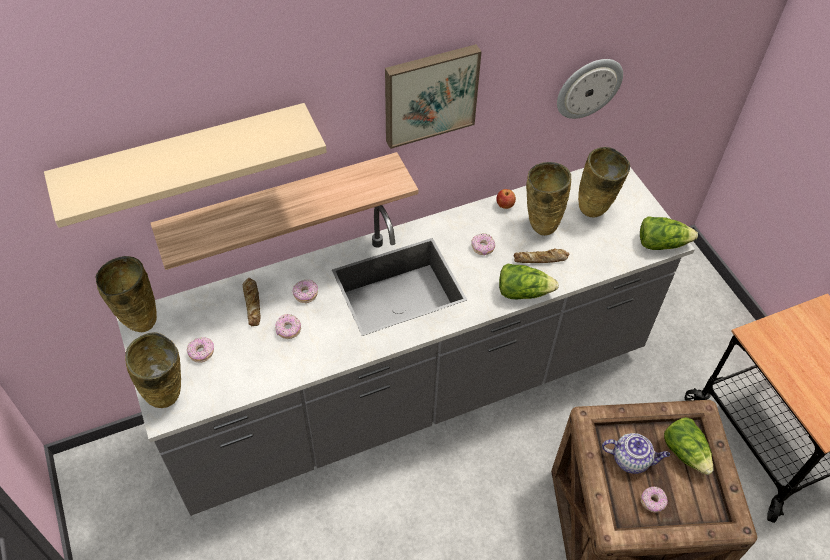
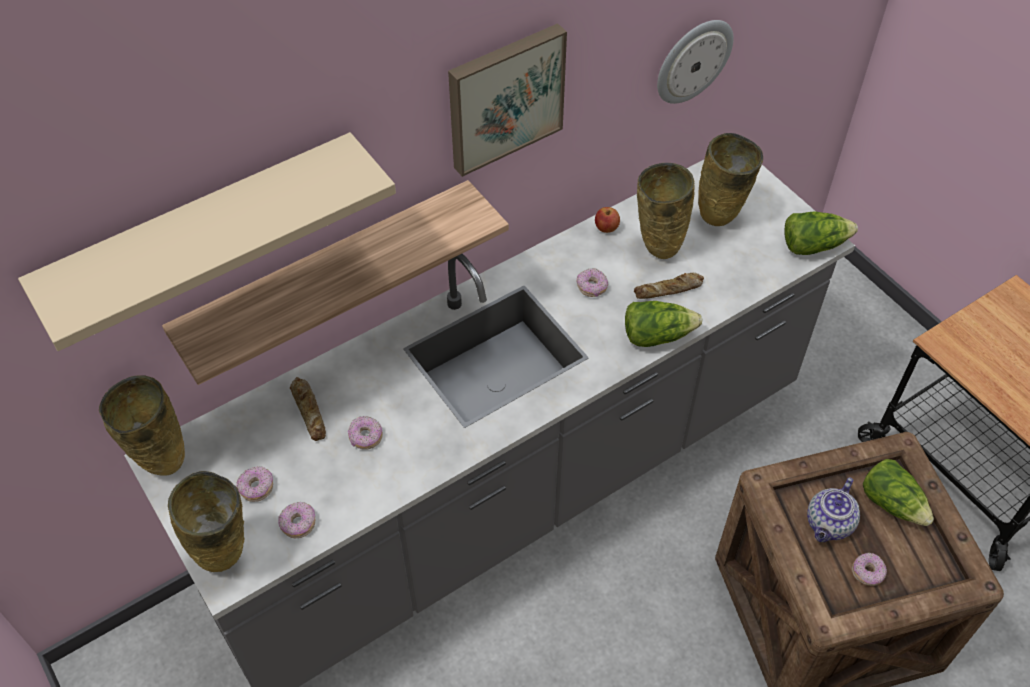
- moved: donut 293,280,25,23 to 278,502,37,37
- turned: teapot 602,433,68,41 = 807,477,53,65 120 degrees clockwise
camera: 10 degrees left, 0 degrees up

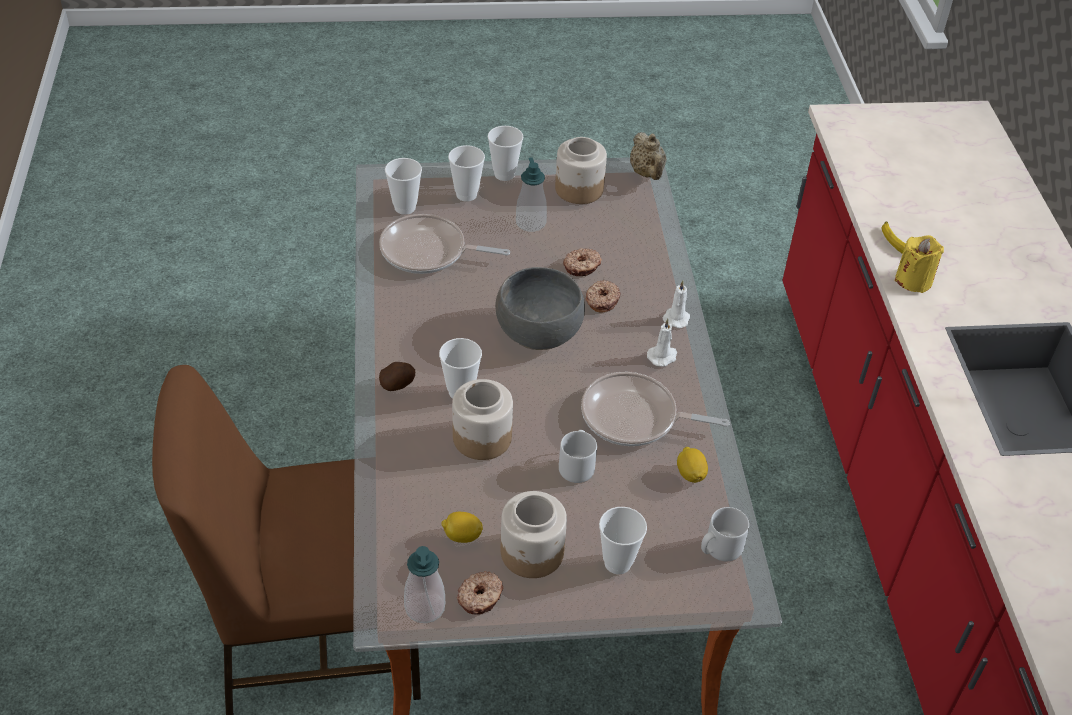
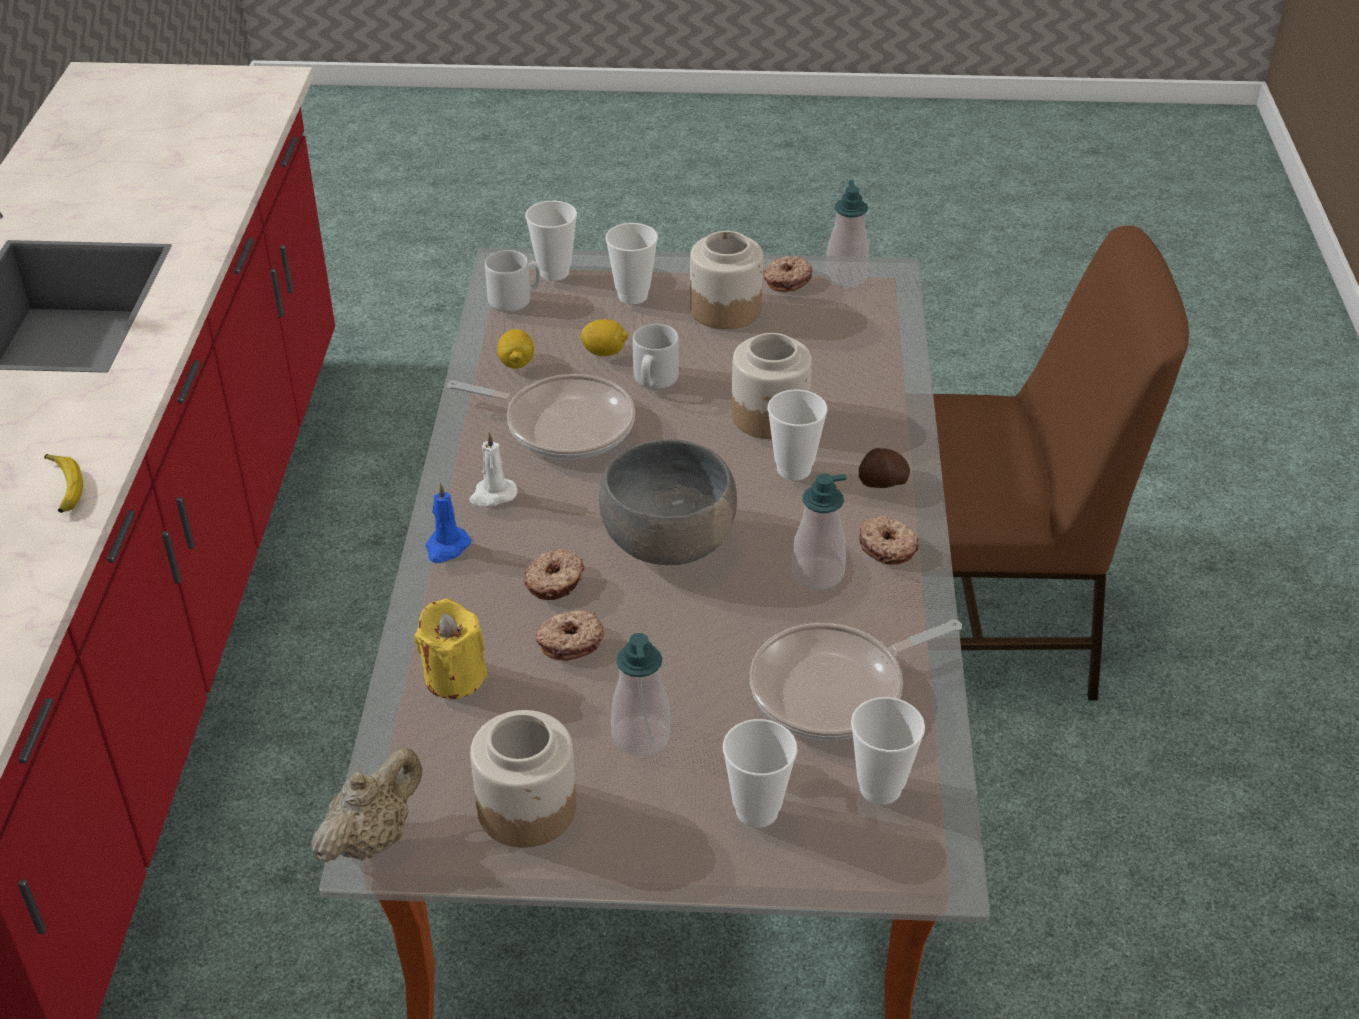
- turned: beige-coloured teapot 630,132,37,48 = 311,748,111,114 45 degrees clockwise
- moved: yellowish wax candle 895,235,49,58 to 414,598,74,101
- recoloured: white wax candle 663,280,27,48 to bluish wax candle 425,483,46,80
- moved: drinking cup 488,126,35,55 to 525,201,52,80
- moved: citrus fruit 441,512,42,31 to 581,319,48,37
- turned: skillet 379,214,131,60 = 750,619,212,121 135 degrees clockwise
- added: liquid soap bottle 792,474,55,116
- added: donut 859,516,60,49
camera: 170 degrees left, 5 degrees down

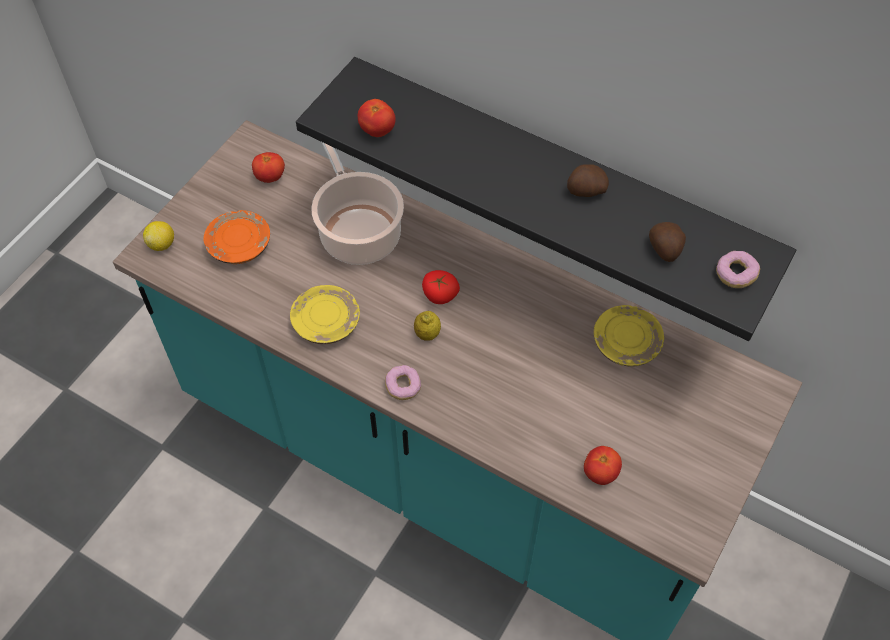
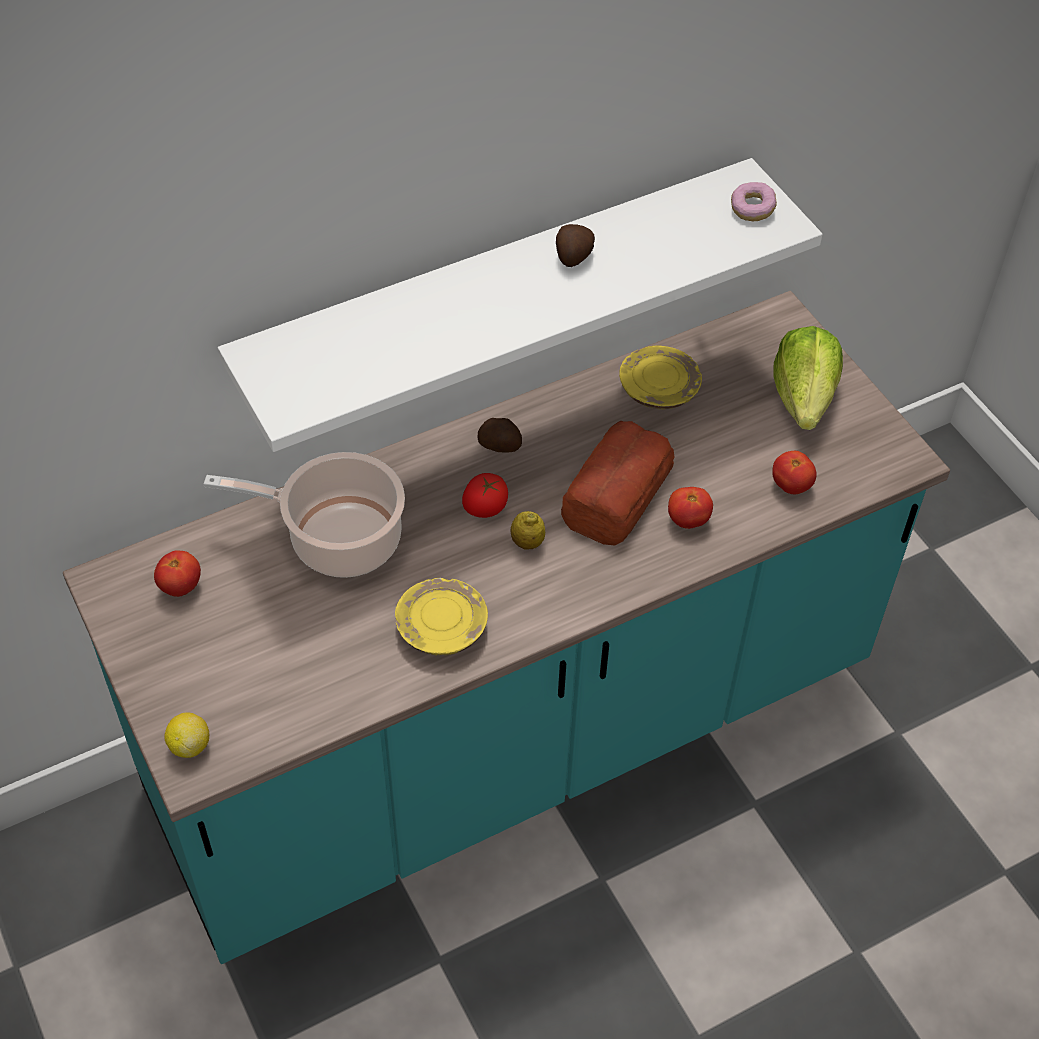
- recoloured: black shelf 296,57,500,284 to white shelf 218,158,605,294
- moved: potato 649,222,37,40 to 477,418,45,35
- added: bakery bread 561,421,114,125
- moved: tomato 358,99,38,38 to 668,487,45,42
- added: lettuce head 773,326,70,104
- removed: orange-coloured dinner plate 203,210,67,54
- removed: donut 385,365,36,35
camera: 60 degrees left, 5 degrees down

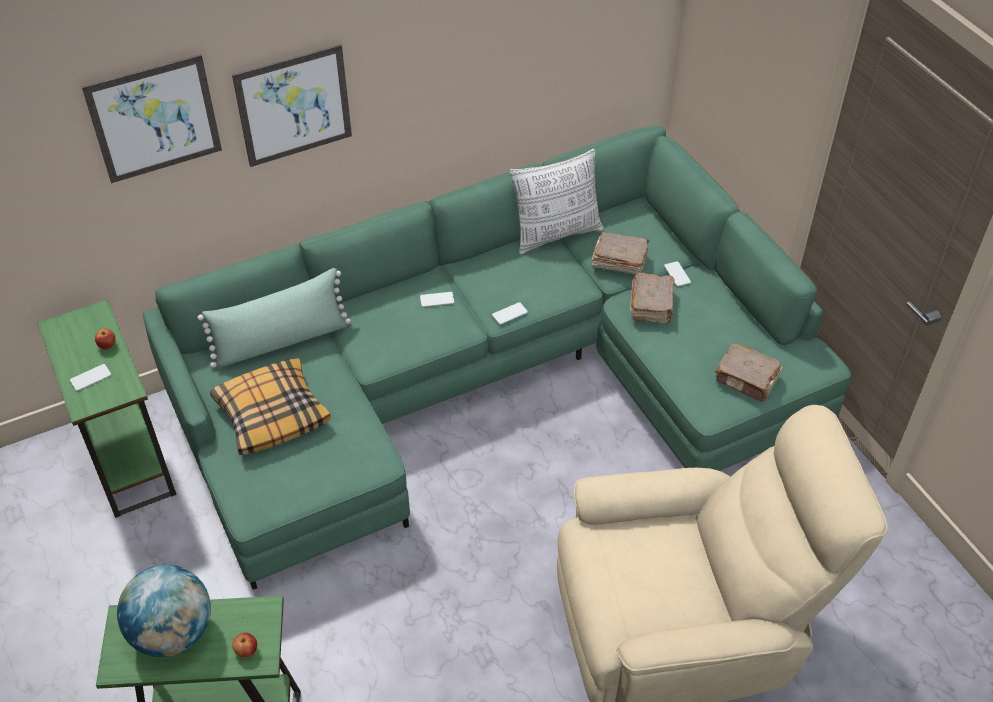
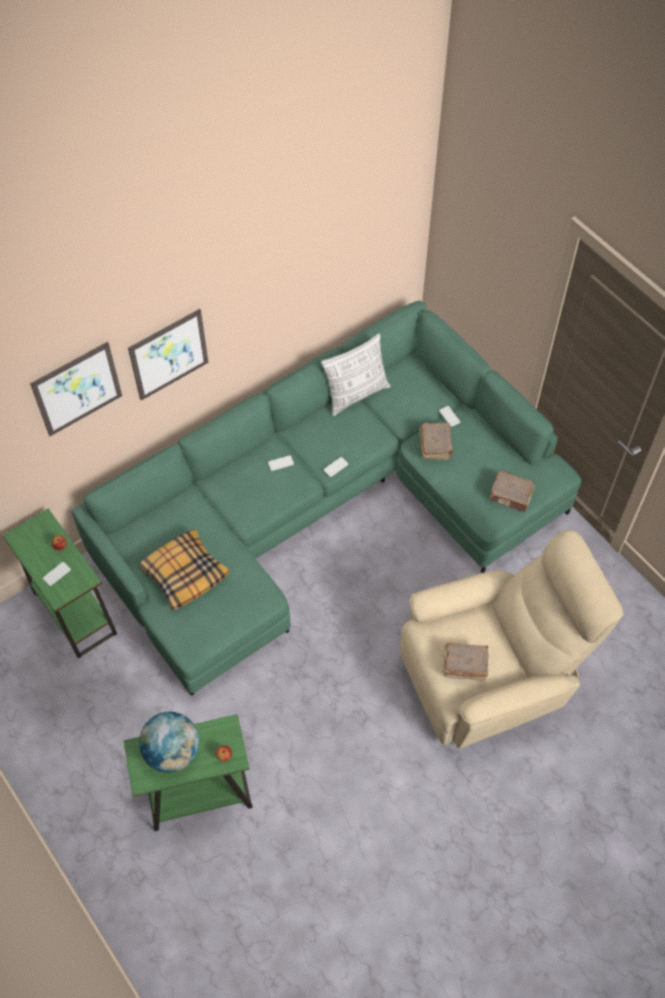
- moved: brown-coloured volume 592,232,57,43 to 443,643,46,38
- removed: green cushion 197,268,154,100
camera: 10 degrees left, 10 degrees up

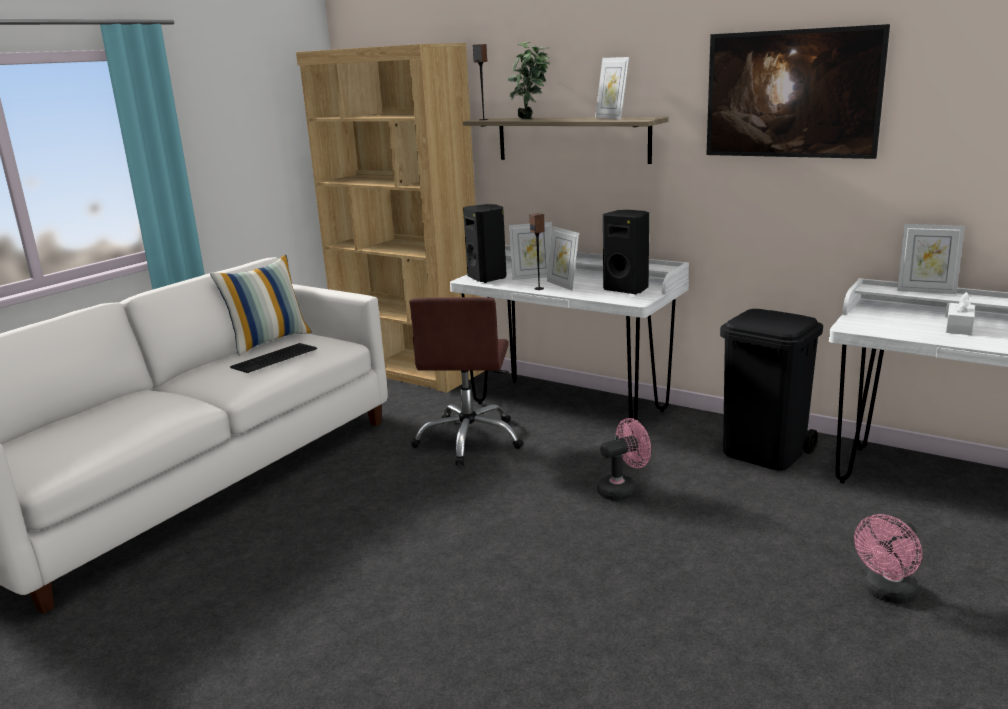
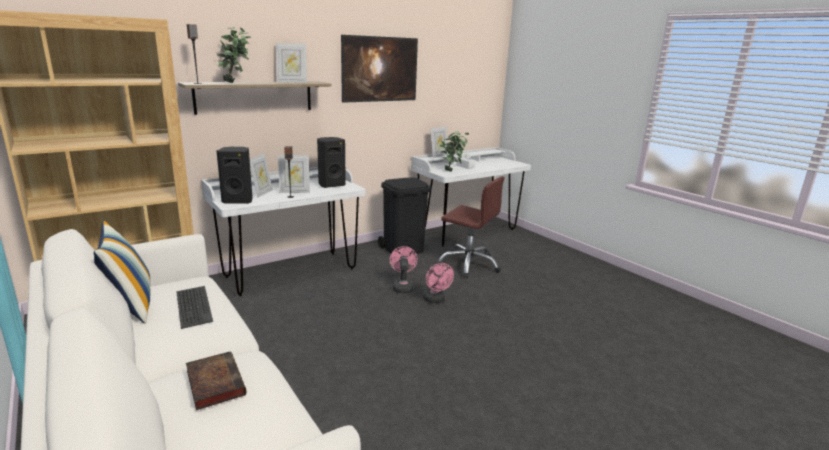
- added: volume 186,351,60,59
- moved: pink electric fan 854,514,68,90 to 423,263,31,40
- moved: brown-coloured office chair 409,297,114,168 to 436,176,69,102
- added: houseplant 440,131,29,41
camera: 70 degrees left, 0 degrees up

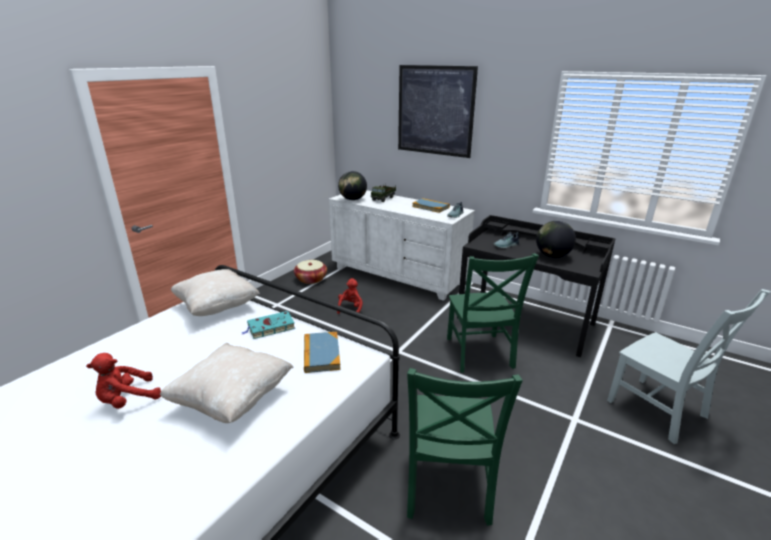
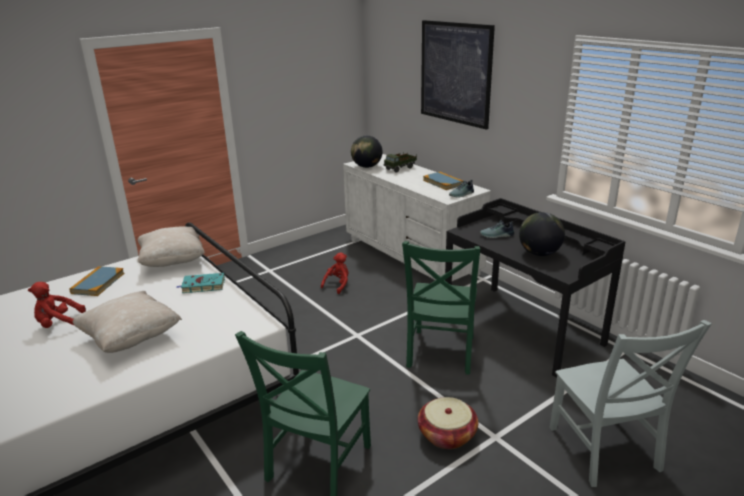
- moved: volume 304,332,37,41 to 69,266,56,30
- moved: basket 294,260,33,24 to 418,397,60,52
camera: 20 degrees right, 0 degrees up

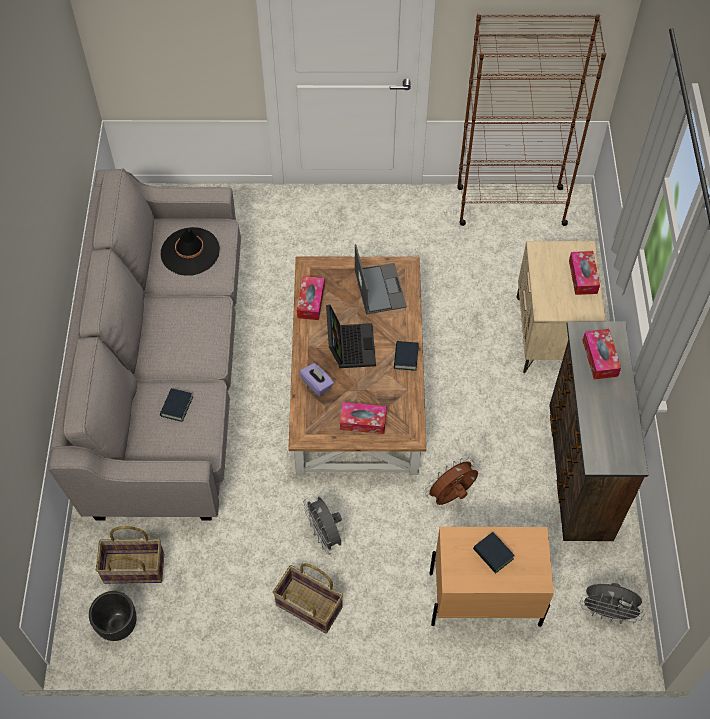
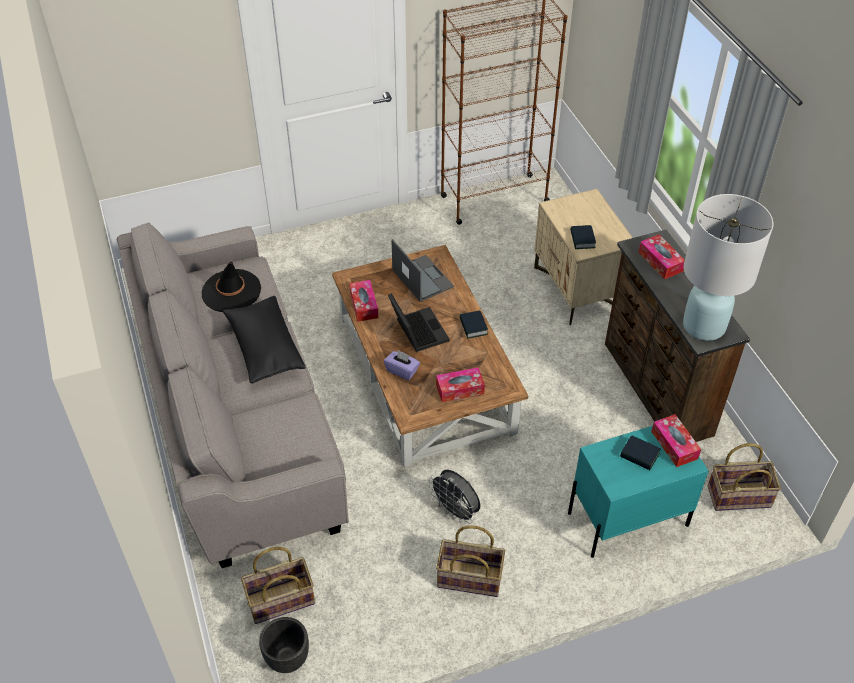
- added: black cushion 223,296,83,87
- recoloured: beige-coloured nightstand 429,527,125,100 to blue-green nightstand 568,426,141,132
- moved: volume 160,388,33,34 to 570,225,26,24
- moved: tissue holder 569,251,31,44 to 651,414,50,53
- added: white lamp for a table 683,194,90,147
- replaced: gray electric fan 580,583,64,41 to basket 708,443,73,68
- removed: brown-coloured electric fan 425,458,53,47
camera: 20 degrees left, 10 degrees down

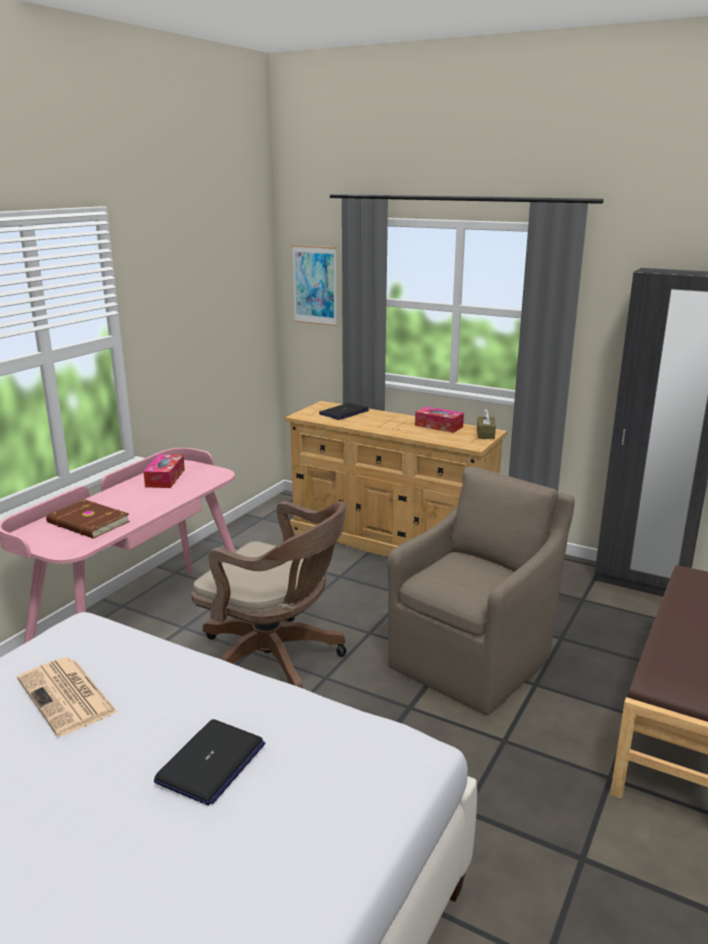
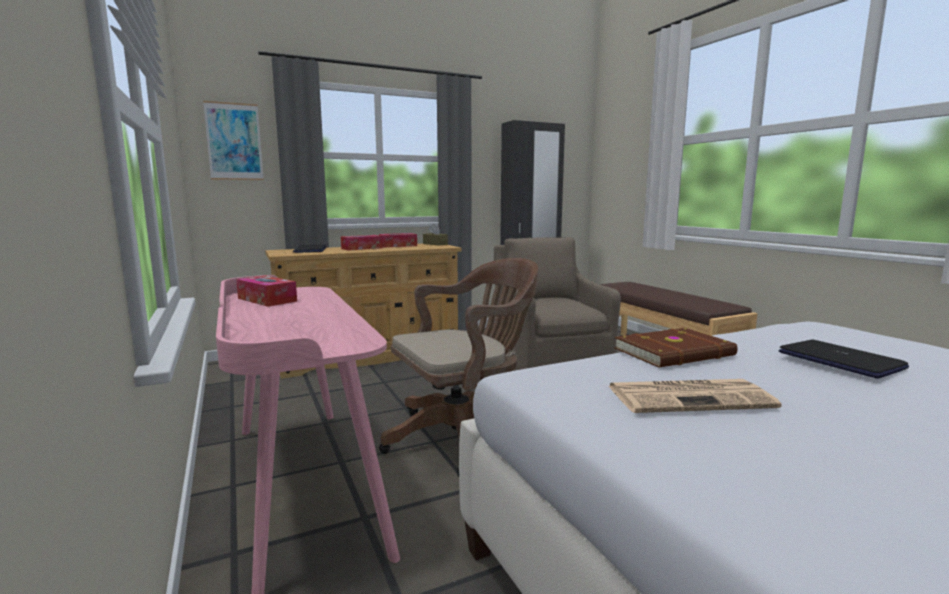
- added: tissue holder 341,235,42,16
- moved: brown-coloured volume 46,499,84,40 to 614,328,124,40
camera: 55 degrees left, 10 degrees down

